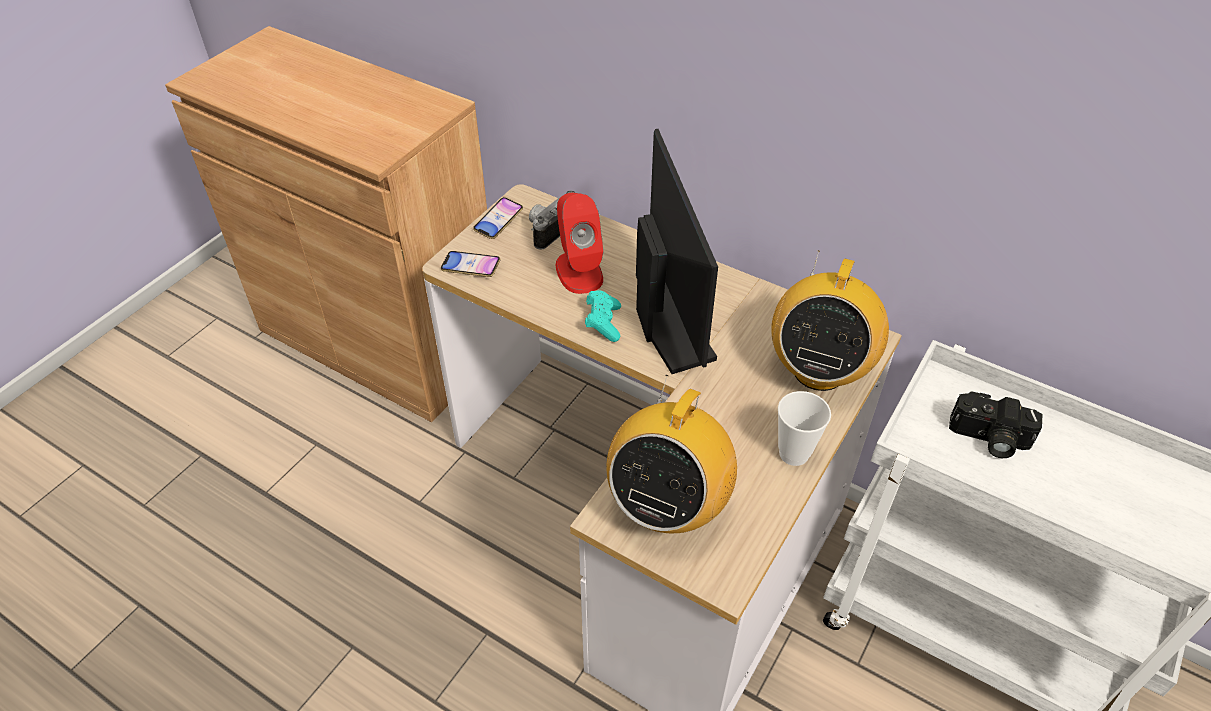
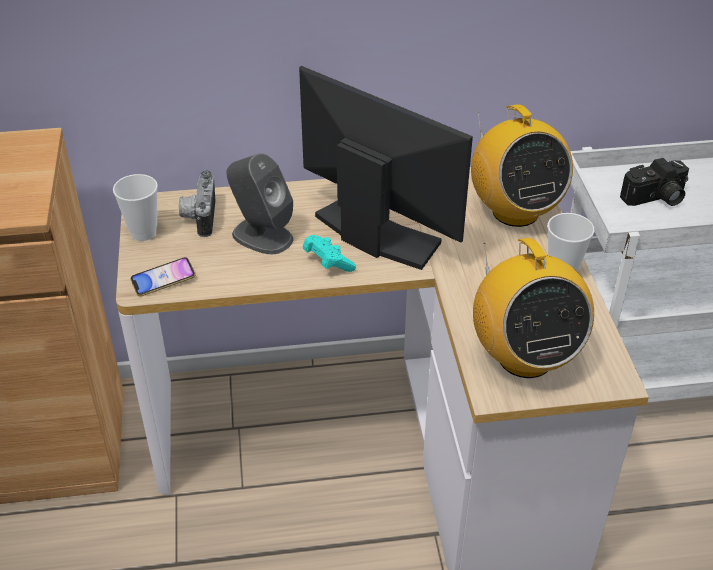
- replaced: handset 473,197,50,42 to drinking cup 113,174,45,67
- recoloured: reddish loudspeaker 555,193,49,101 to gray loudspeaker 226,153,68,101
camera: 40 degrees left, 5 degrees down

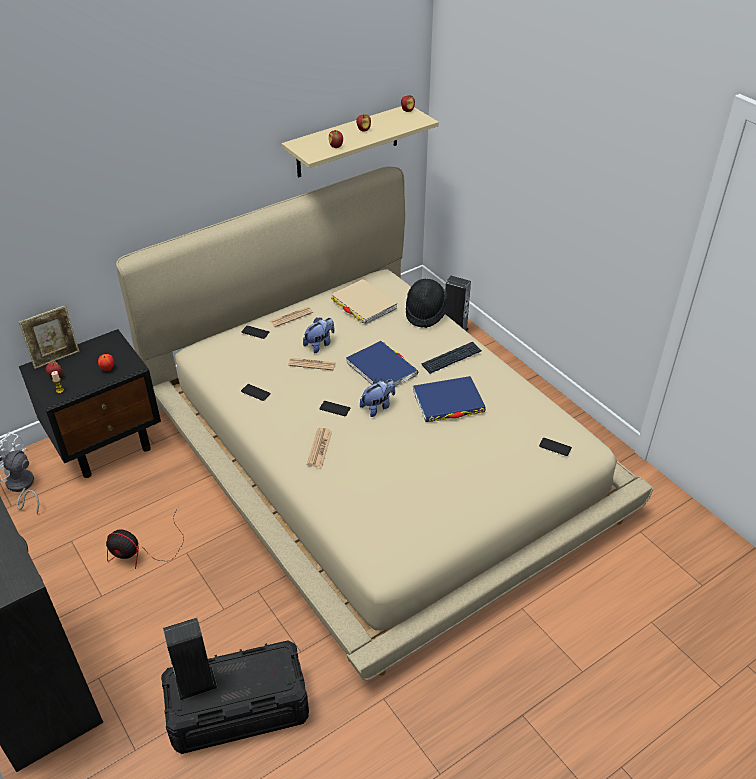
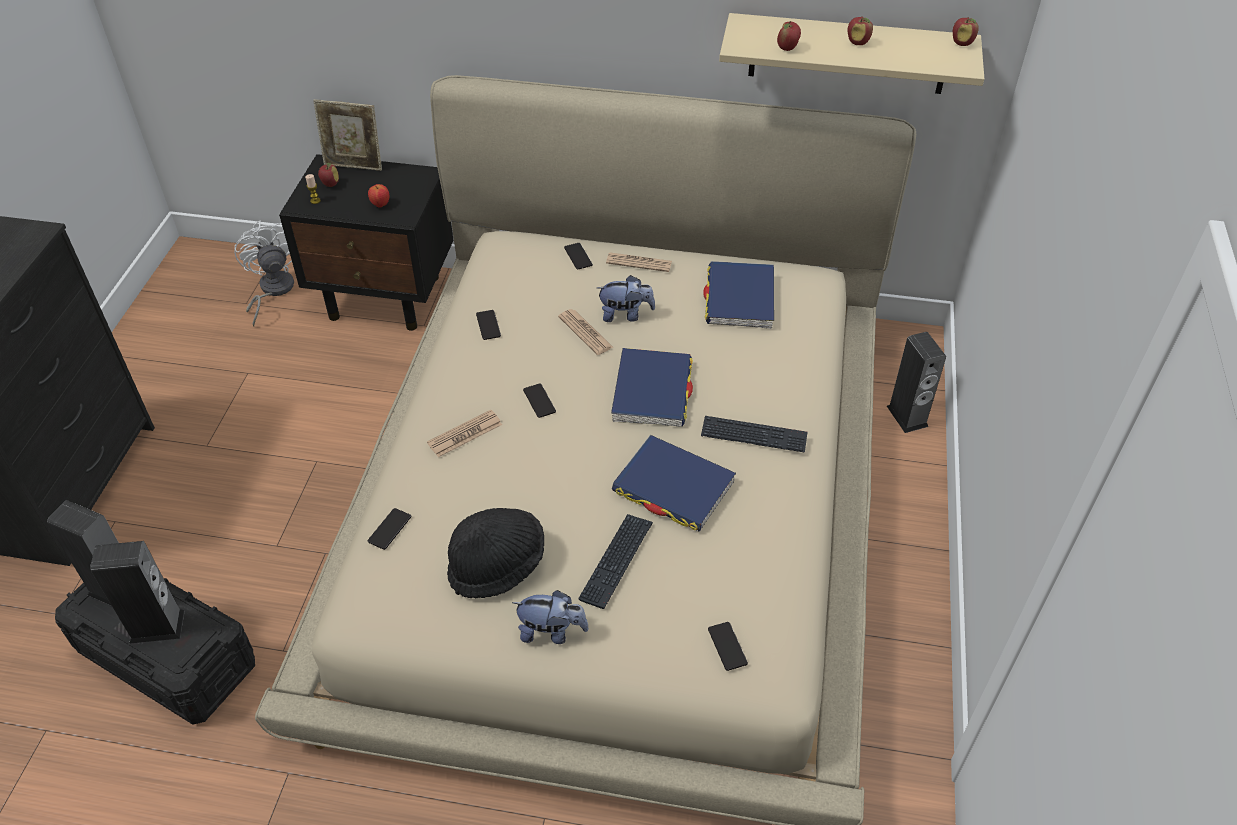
- added: loudspeaker 90,541,95,103
- added: handset 368,508,43,42
- moved: black wearable hat 406,279,41,49 to 447,508,97,91
- moved: plush toy 360,379,35,38 to 512,590,77,54
- added: keyboard 578,514,75,95
- recoloured: beige-coloured volume 331,279,67,45 to bluish volume 703,261,71,68
- removed: electric fan 106,508,78,61
camera: 45 degrees right, 5 degrees up

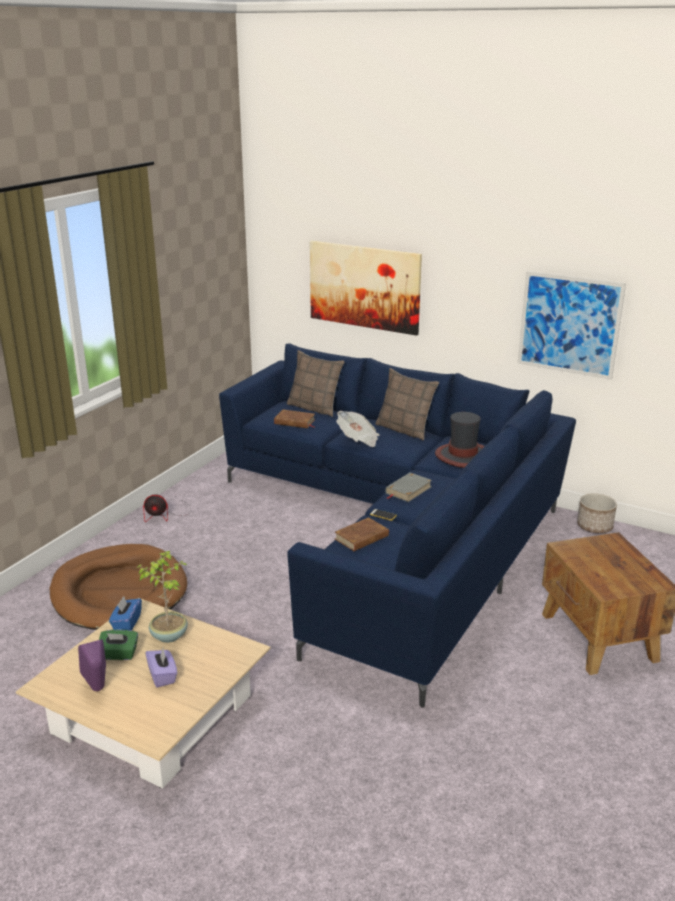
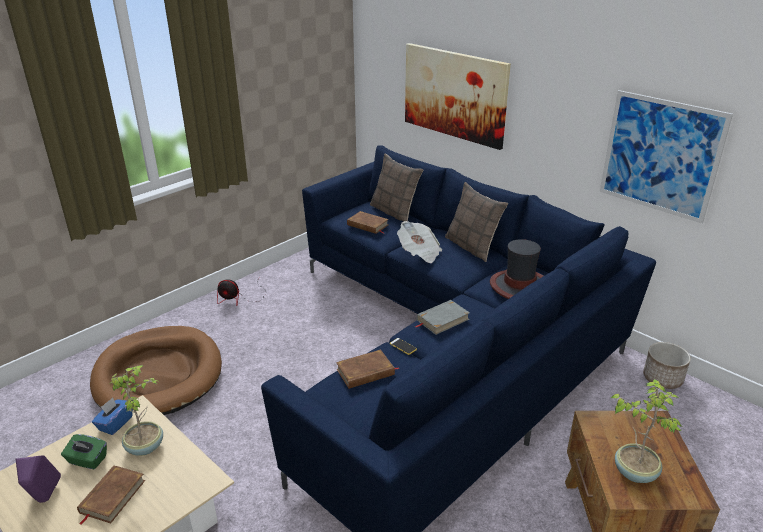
- replaced: purple-coloured tissue holder 146,649,31,39 to brown-coloured volume 77,465,68,59
- added: houseplant 611,379,71,104
camera: 15 degrees right, 5 degrees up

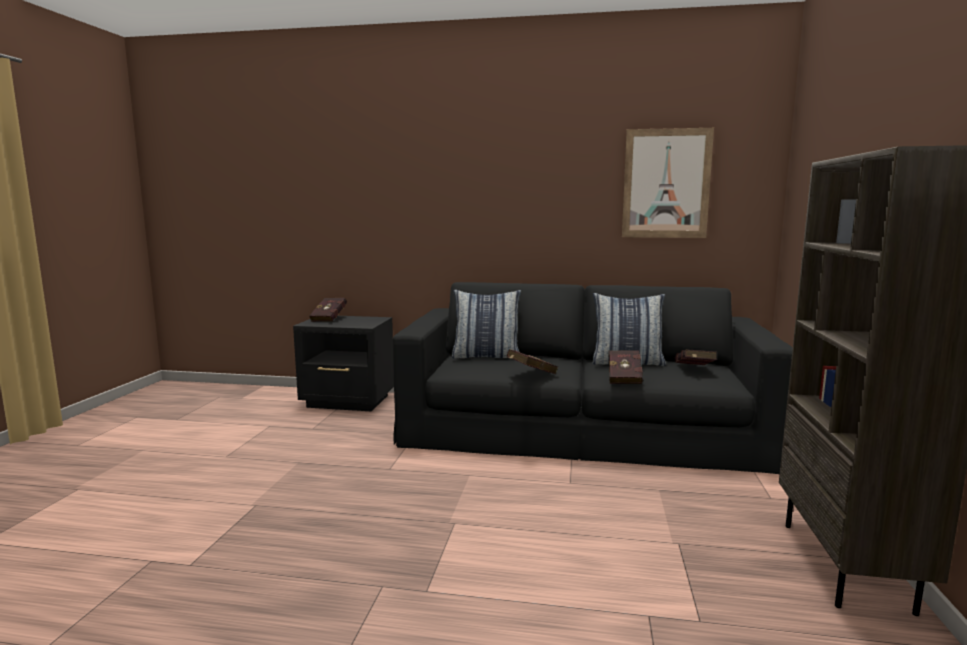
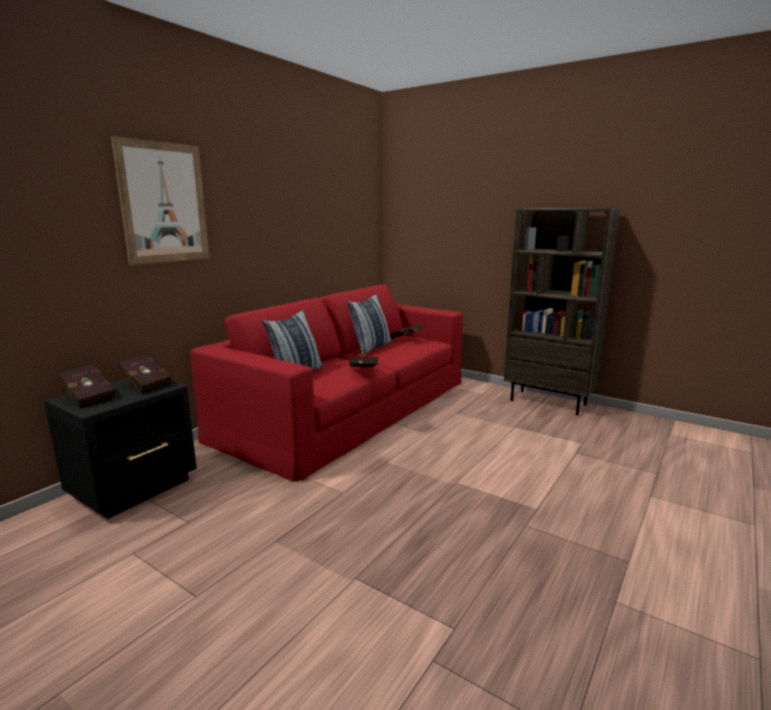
- moved: picture 622,128,92,110 to 111,136,98,129
- moved: reddish volume 609,350,34,34 to 117,355,54,38
- recoloured: black settee 393,282,400,192 to reddish settee 190,284,273,198
camera: 65 degrees left, 5 degrees up

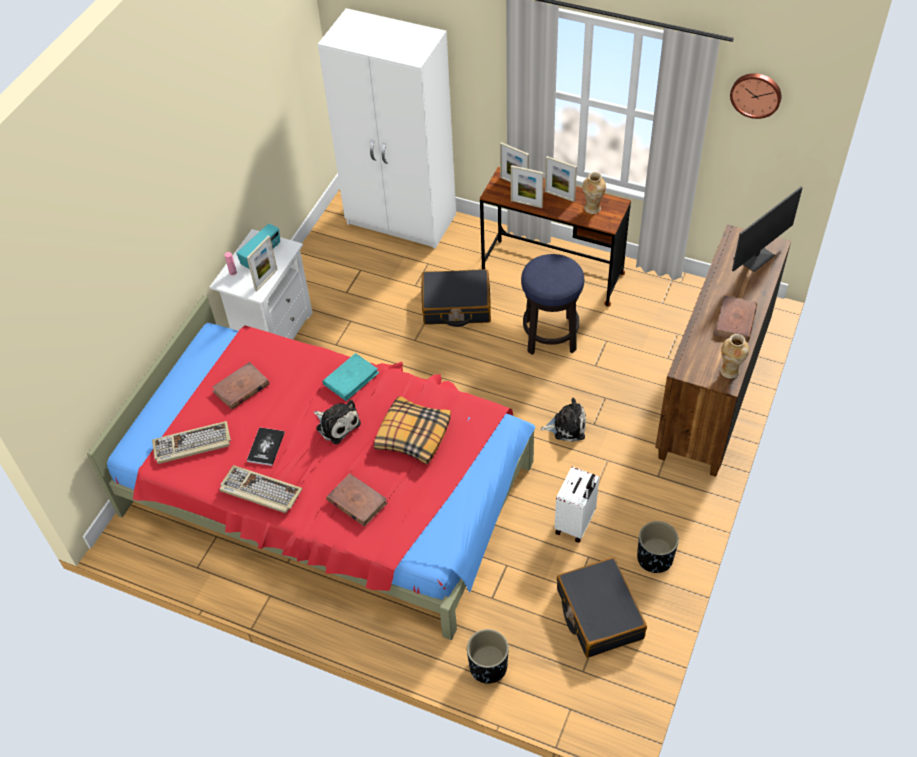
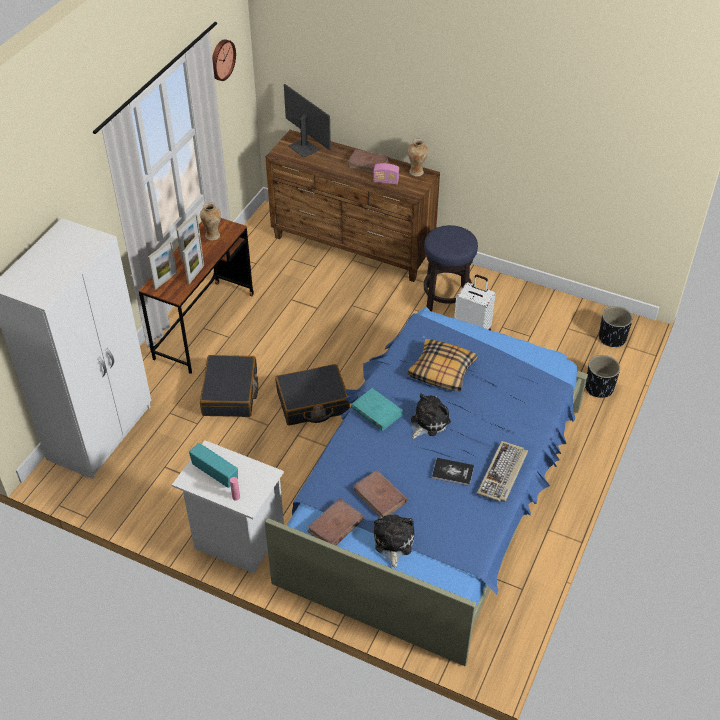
- recoloured: reddish bedroom bed 87,295,448,345 to bluish bedroom bed 265,307,323,359
- moved: black suitcase 557,557,90,101 to 275,364,75,62
- moved: brown-coloured volume 326,474,61,53 to 307,498,57,47
- added: radio 373,163,26,22
- moved: plush toy 540,398,46,44 to 374,514,40,54
- moved: stool 521,254,63,101 to 424,225,54,87
- moved: black flower pot 637,521,42,52 to 599,306,34,41
- removed: keyboard 152,421,79,43
- removed: photo frame 247,235,31,56
camera: 90 degrees left, 5 degrees down

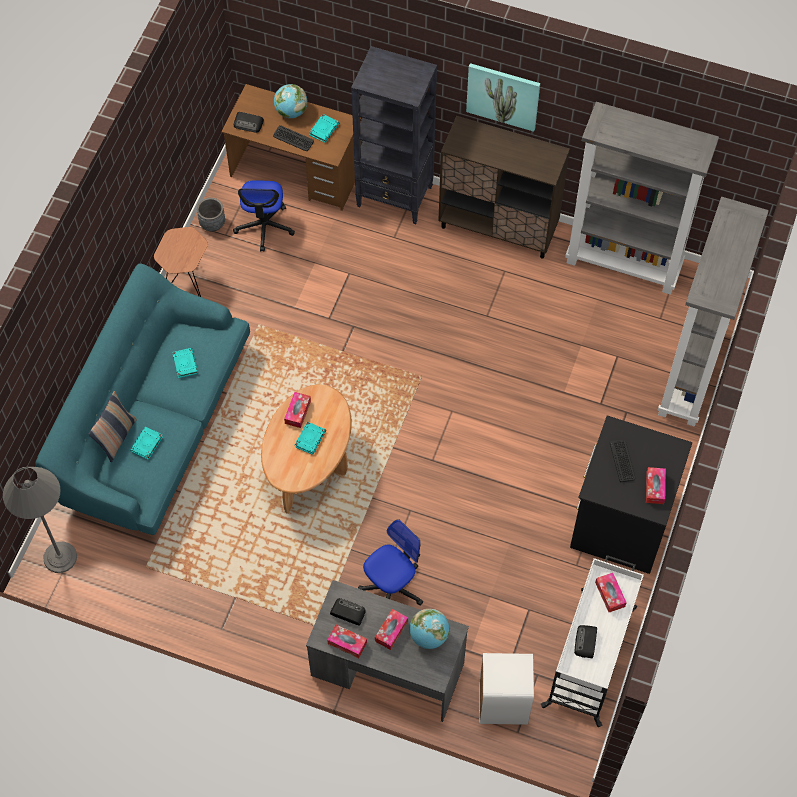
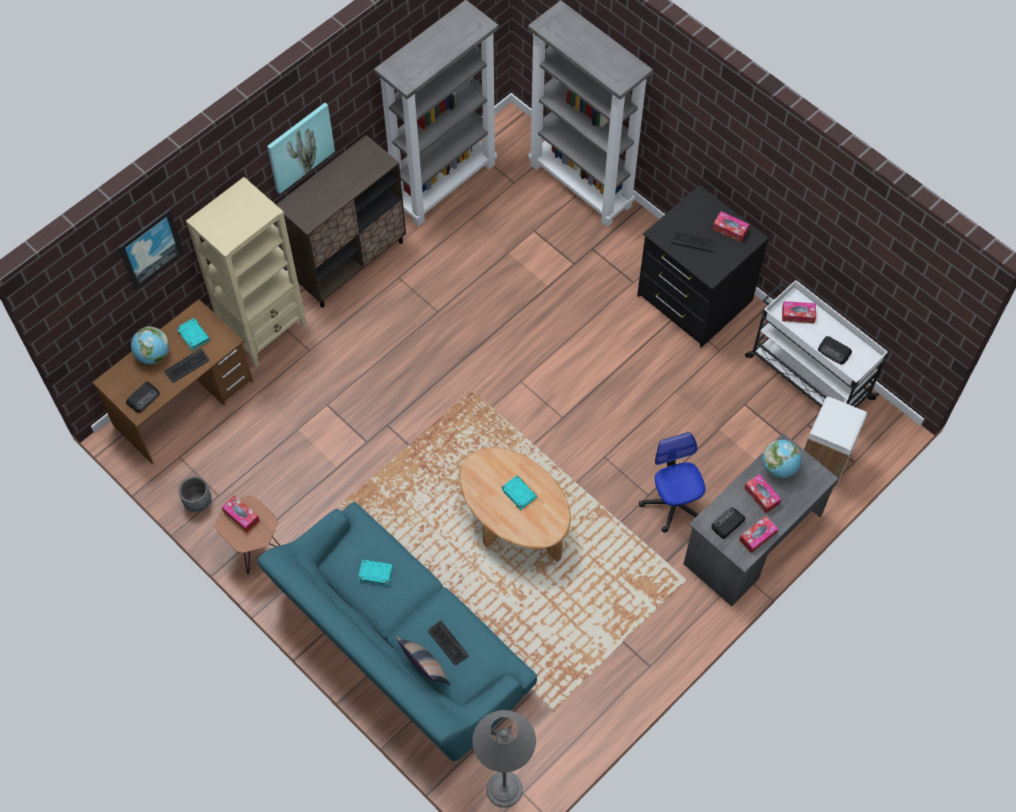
- added: picture 118,209,66,81
- recoloured: black bookshelf 351,46,86,178 to beige-coloured bookshelf 186,177,120,190
- moved: tissue holder 284,392,27,36 to 222,495,38,37
- replaced: blue-green volume 130,427,33,33 to keyboard 428,620,41,45
- removed: office chair 233,180,62,71
camera: 65 degrees left, 0 degrees up

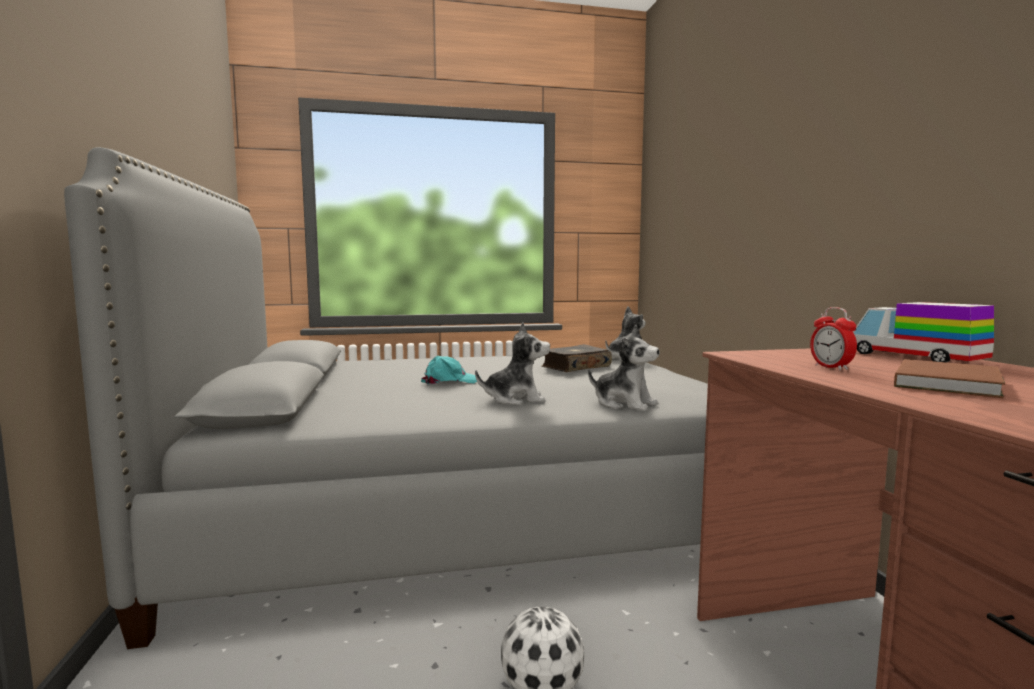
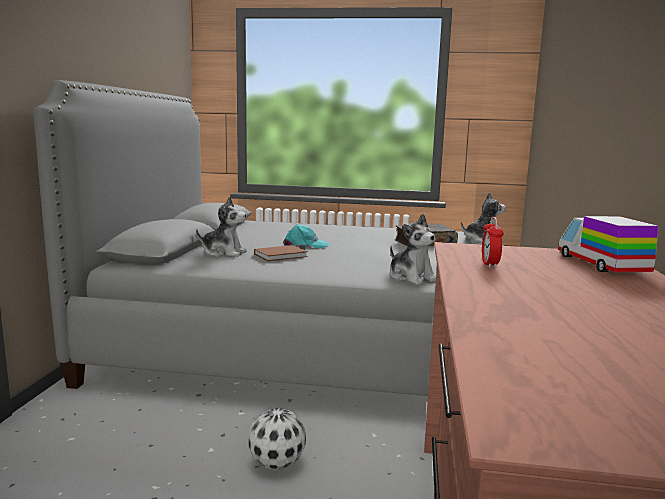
- moved: plush toy 475,322,75,83 to 196,197,51,60
- moved: brown-coloured volume 894,359,111,39 to 254,245,54,16
camera: 20 degrees right, 5 degrees up

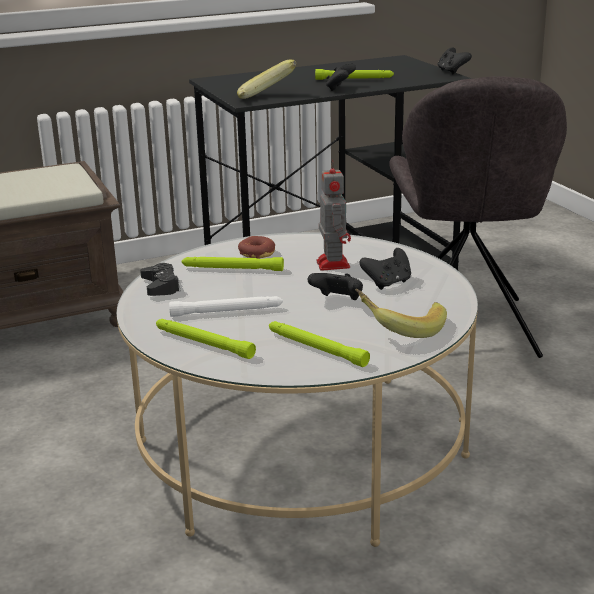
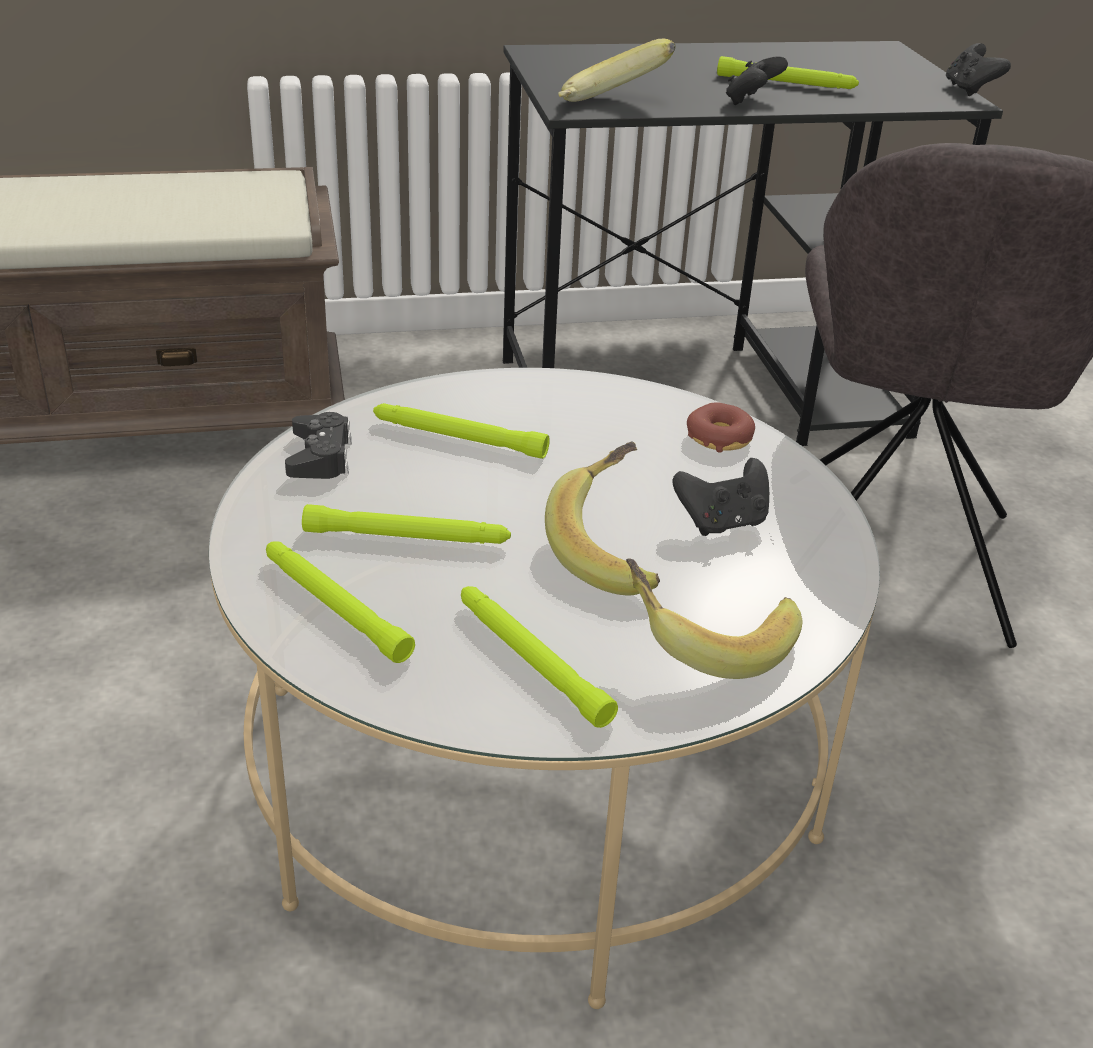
- recoloured: white torch 169,296,114,21 to green torch 302,504,209,40
- replaced: black joypad 308,273,55,27 to whole banana 545,441,115,155
- moved: donut 238,236,37,23 to 687,402,68,51
- removed: robot figure 316,159,35,112
camera: 10 degrees right, 10 degrees up

